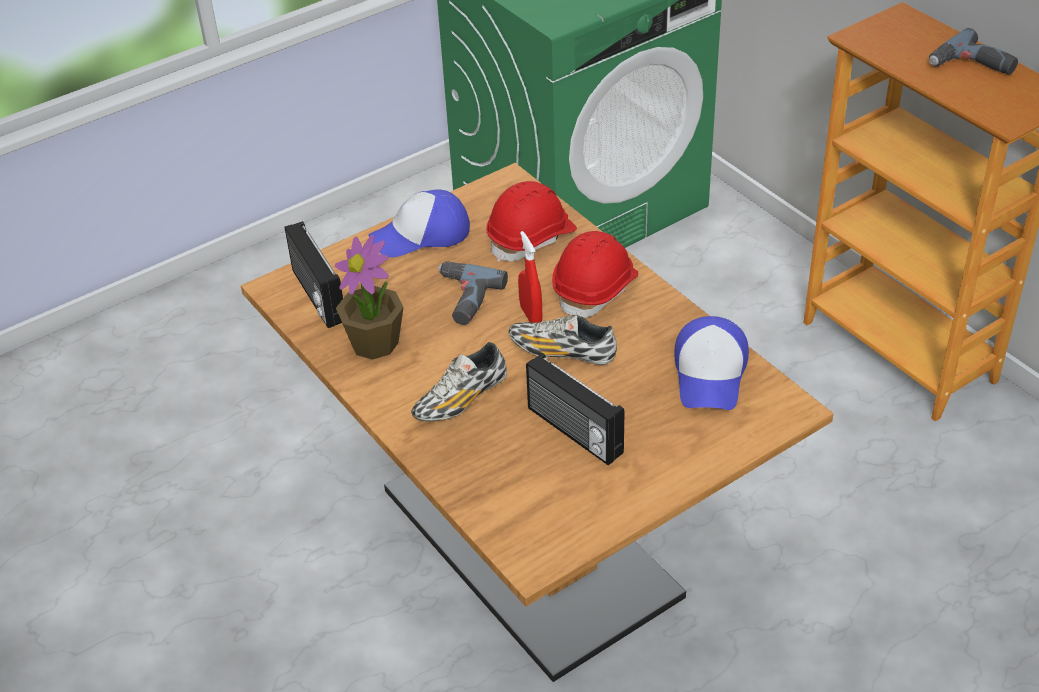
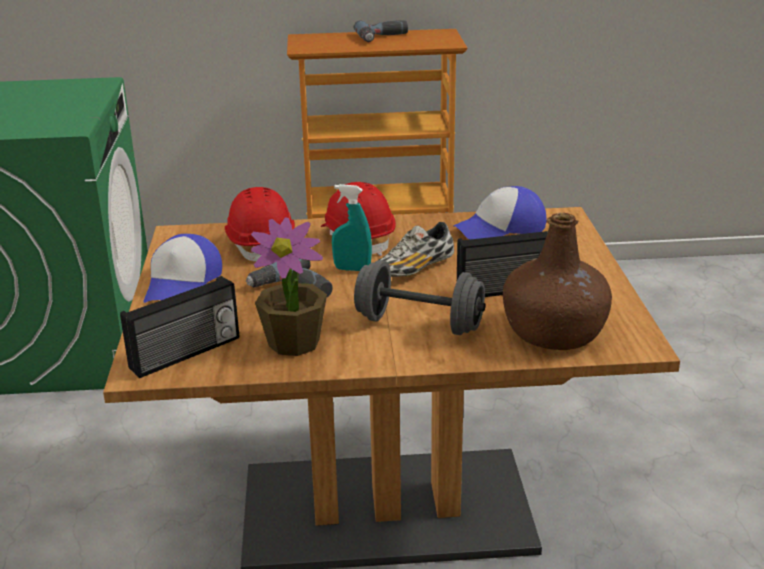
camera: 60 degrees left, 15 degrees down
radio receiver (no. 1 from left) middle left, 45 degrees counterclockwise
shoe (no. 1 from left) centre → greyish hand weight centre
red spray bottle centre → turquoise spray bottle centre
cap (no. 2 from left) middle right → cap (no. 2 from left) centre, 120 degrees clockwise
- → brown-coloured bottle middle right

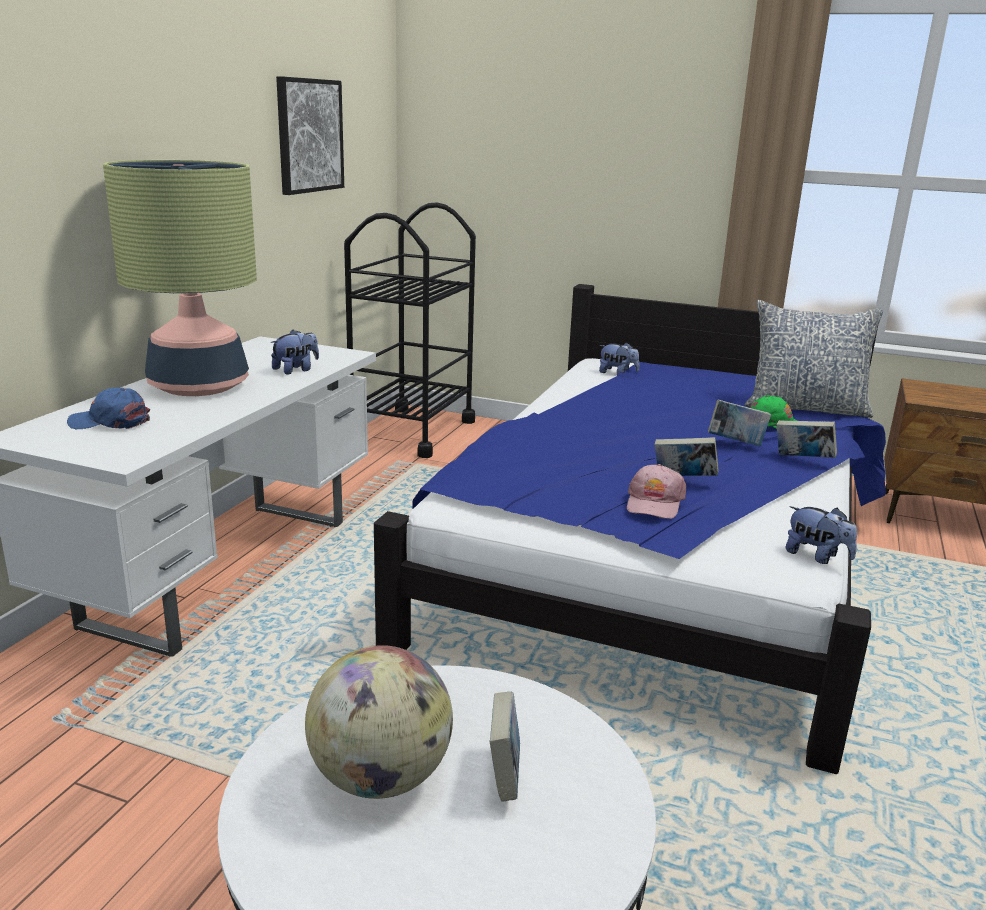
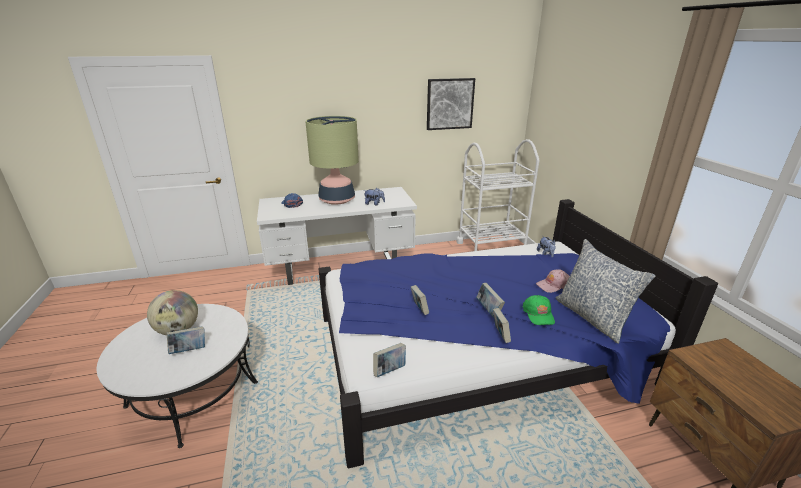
camera: 55 degrees right, 5 degrees up
black-coloured cart centre → white cart centre
pinkish cap centre → pinkish cap middle right, relocated
plush toy (no. 3 from left) middle right → book (no. 2 from left) bottom centre

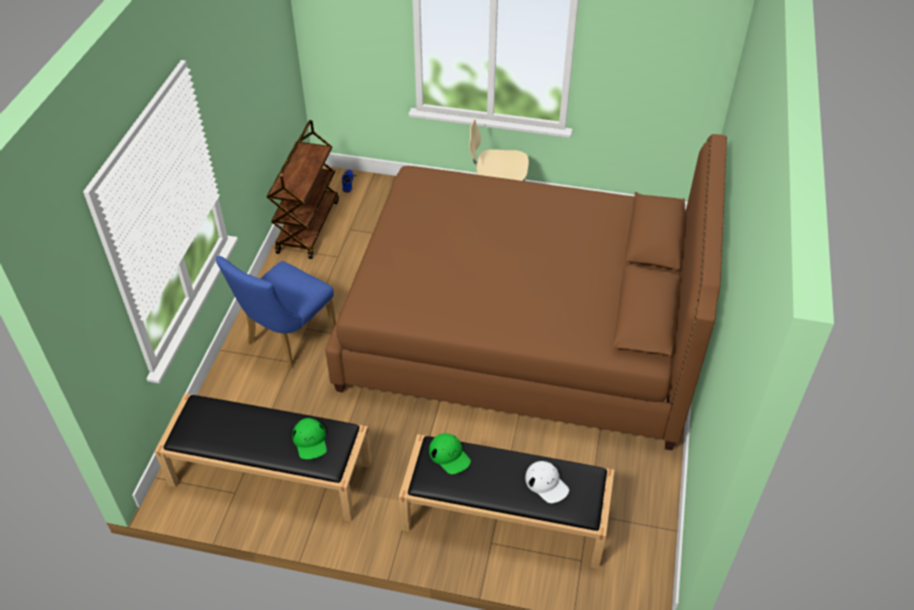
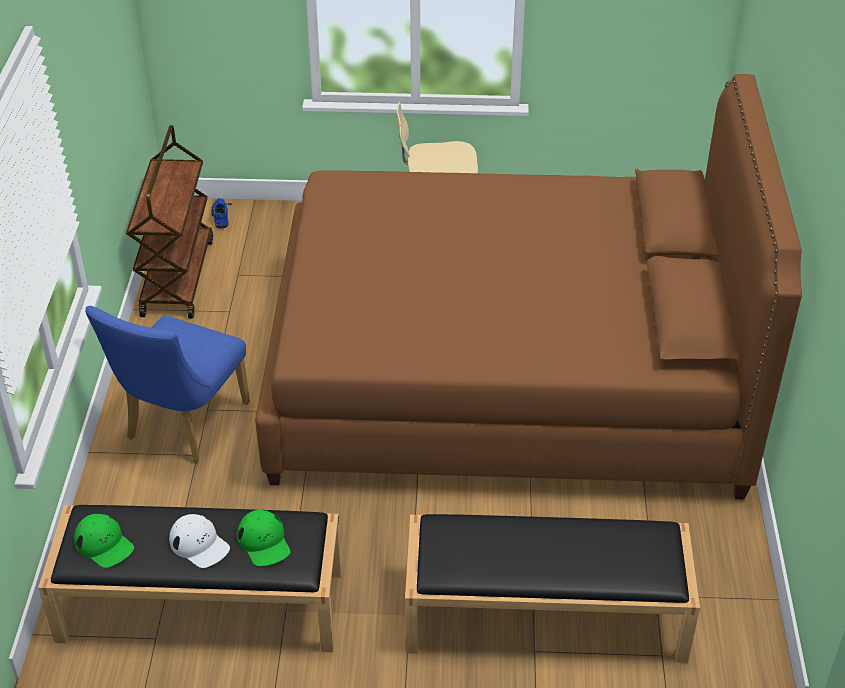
camera: 10 degrees left, 5 degrees down
greenish cap (no. 2 from left in the first image) bottom centre → greenish cap (no. 1 from left) bottom left, relocated
white cap bottom centre → white cap bottom left, relocated

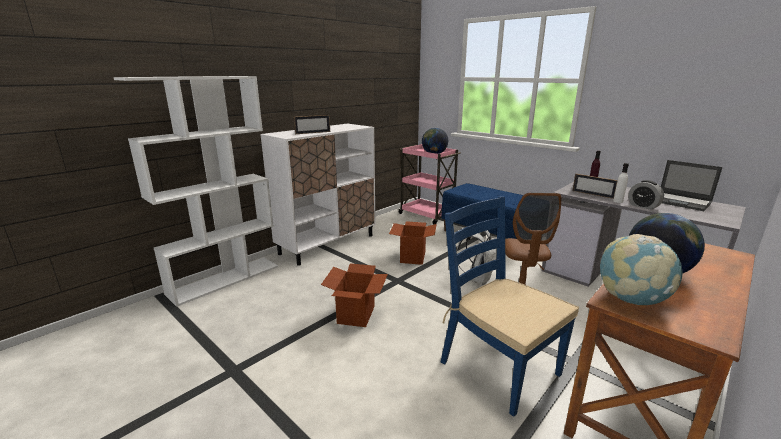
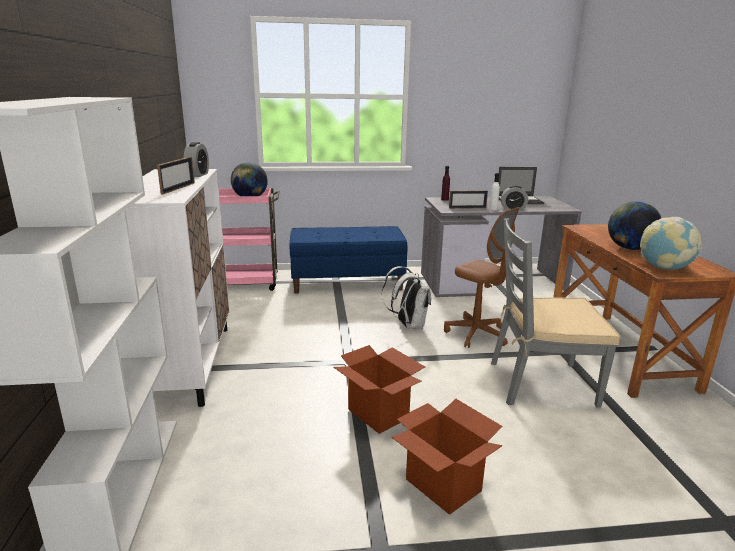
camera: 50 degrees left, 0 degrees up
cardboard box (no. 2 from left) centre → cardboard box (no. 2 from left) bottom centre, relocated
blue upright chair bottom centre → greyish upright chair middle right
- → alarm clock (no. 1 from left) top left

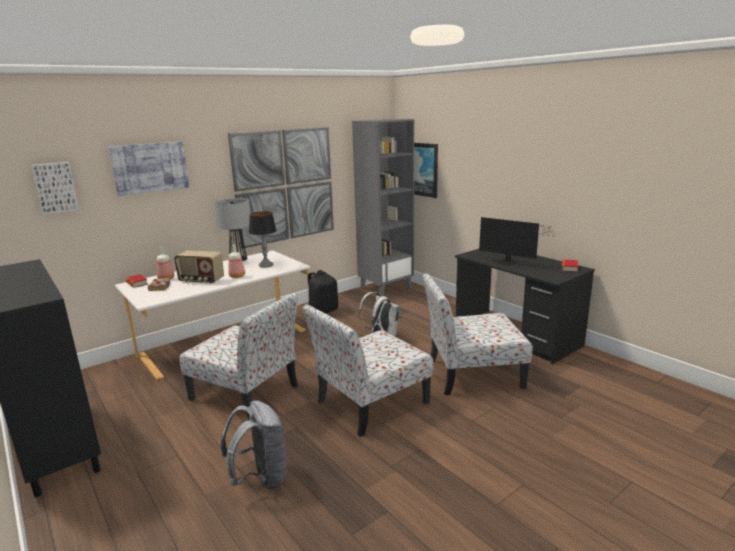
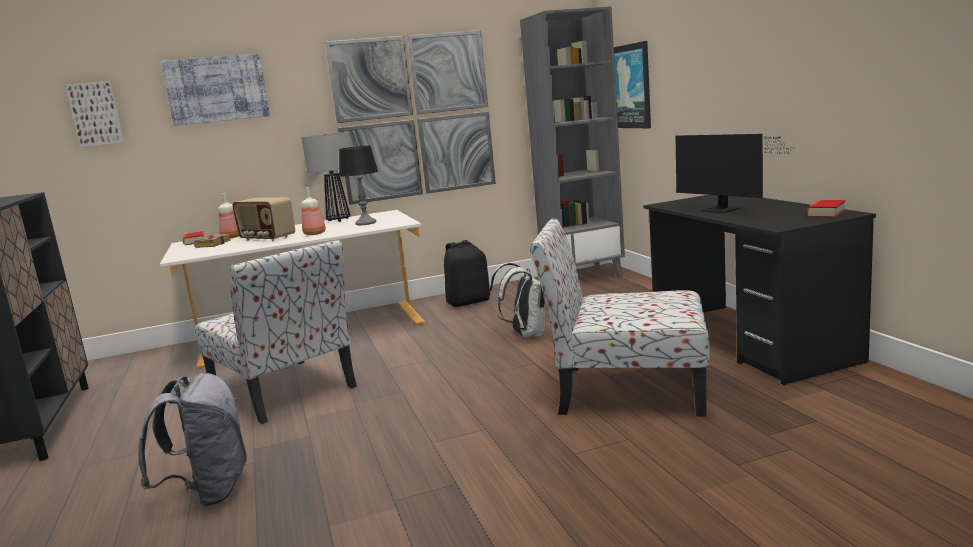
camera: 20 degrees right, 5 degrees down
upright chair (no. 2 from left) bottom centre → -

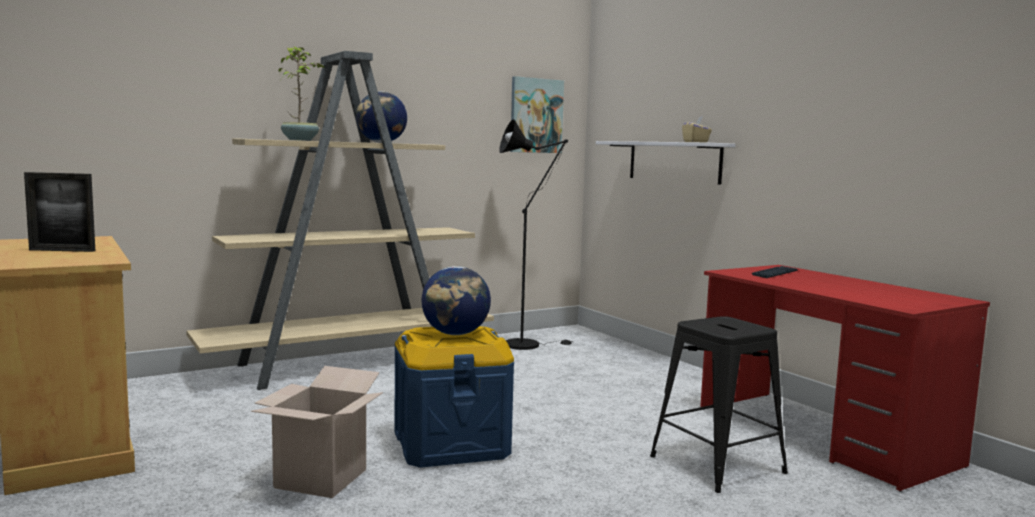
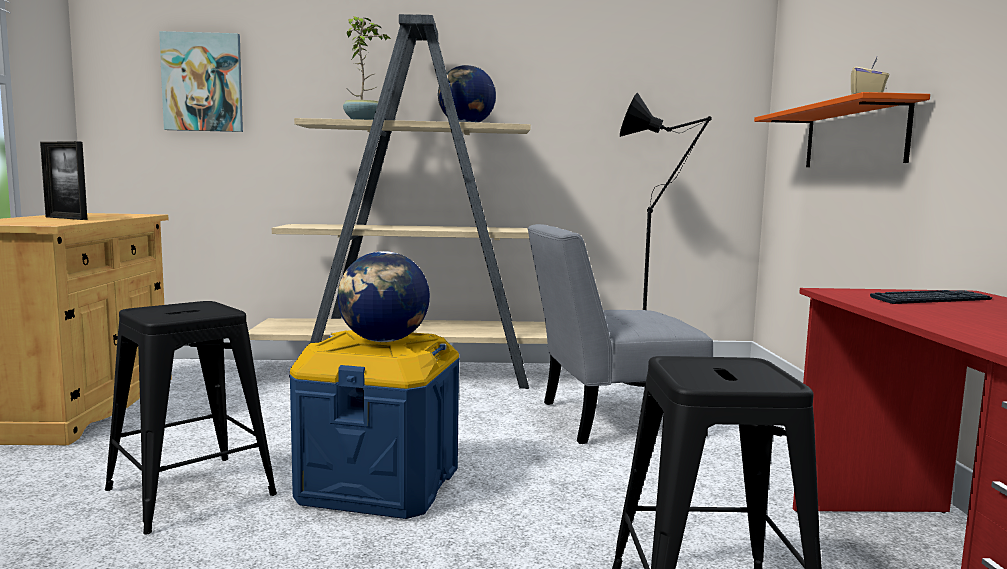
camera: 30 degrees right, 0 degrees up
cardboard box bottom left → black-coloured stool seat (no. 1 from left) bottom left
wall picture top centre → wall picture top left, relocated
white wall shelf top centre → orangey wall shelf top right
- → greyish upright chair centre

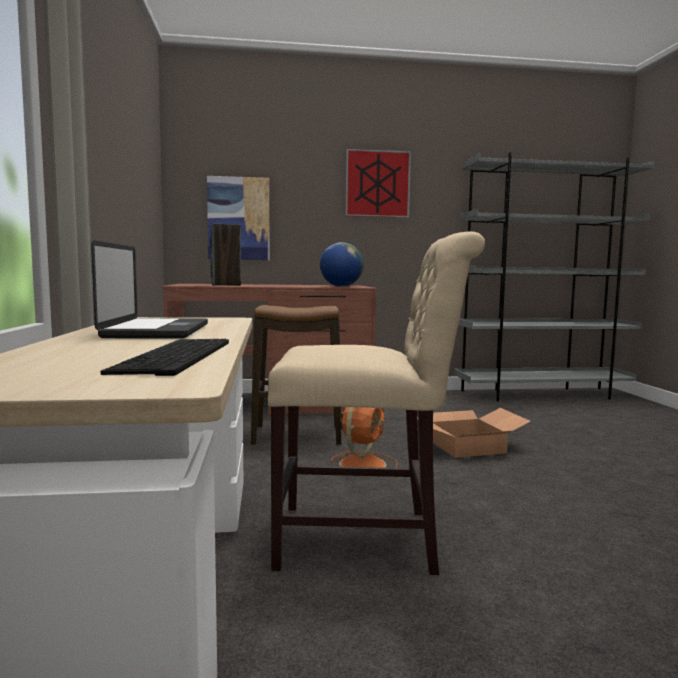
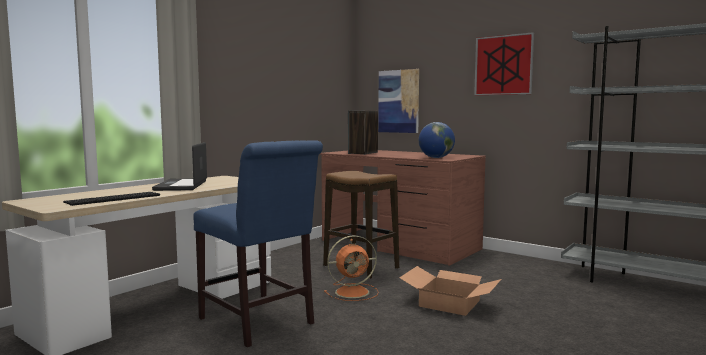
camera: 45 degrees right, 0 degrees up
portable computer middle left, 135 degrees clockwise
beige upright chair centre → blue upright chair bottom centre

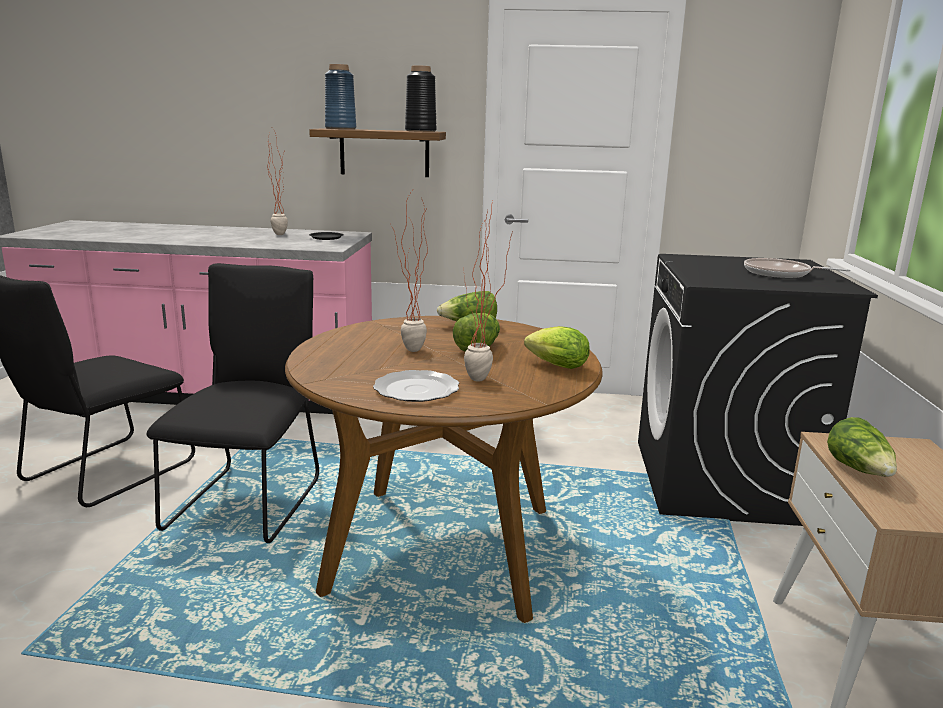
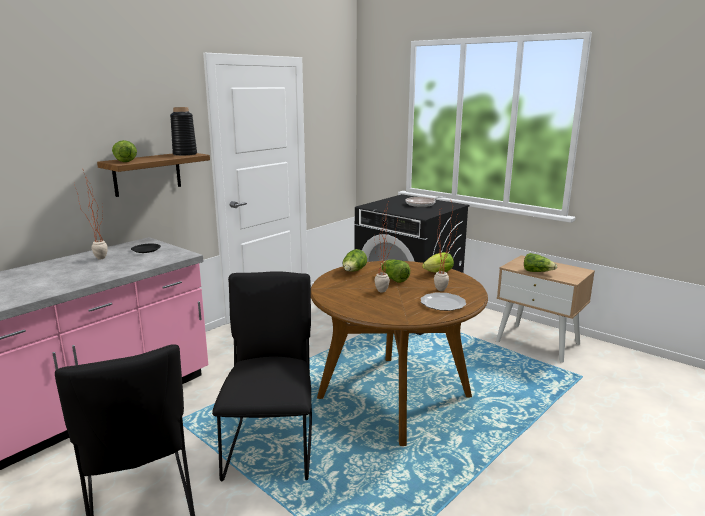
camera: 55 degrees left, 0 degrees up
black-coloured upright chair (no. 2 from left) middle left → black-coloured upright chair (no. 2 from left) bottom centre, 45 degrees clockwise
blue decorative vase top centre → head of lettuce (no. 1 from left) top left

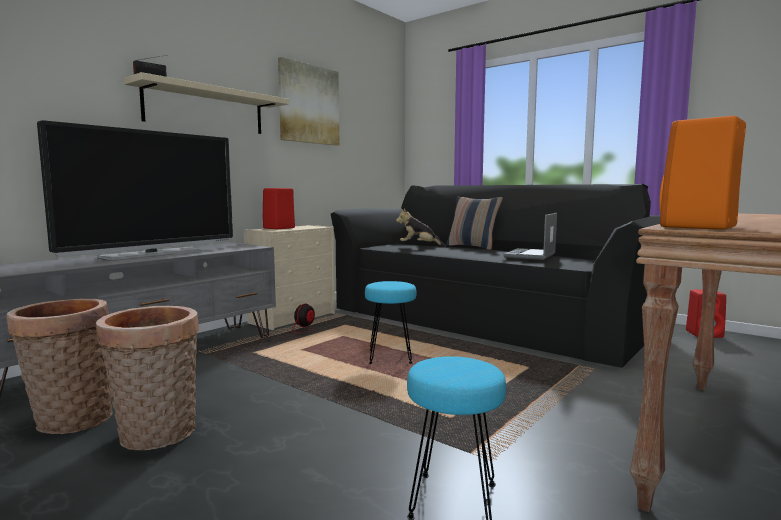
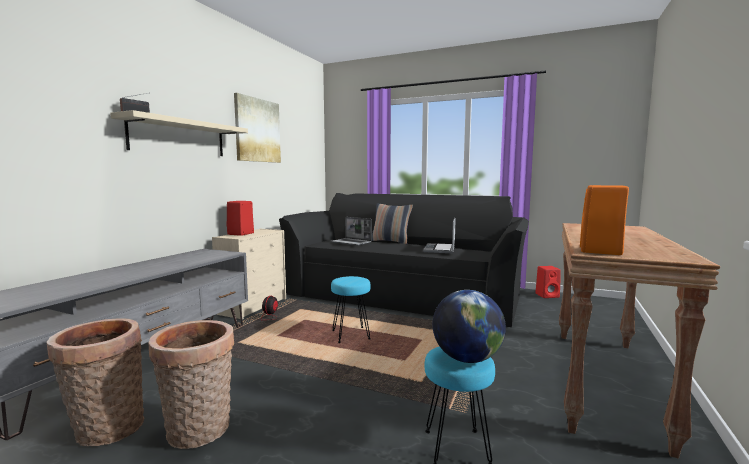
camera: 15 degrees left, 0 degrees up
TV set middle left → -
plush toy centre → portable computer (no. 1 from left) centre
- → world globe bottom centre

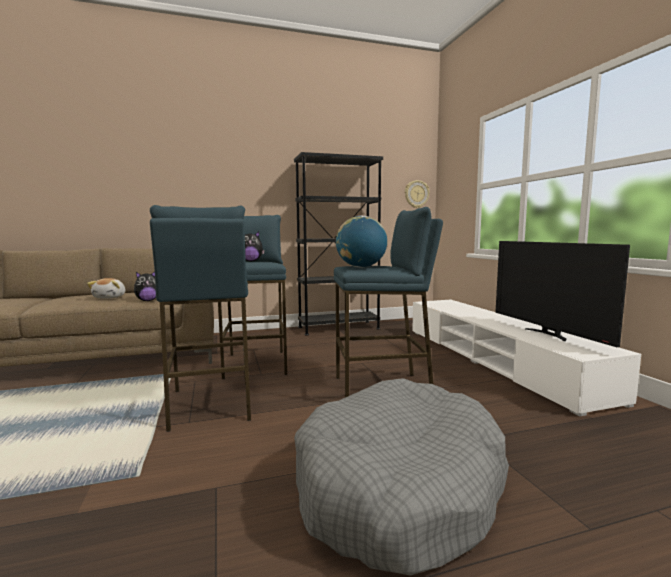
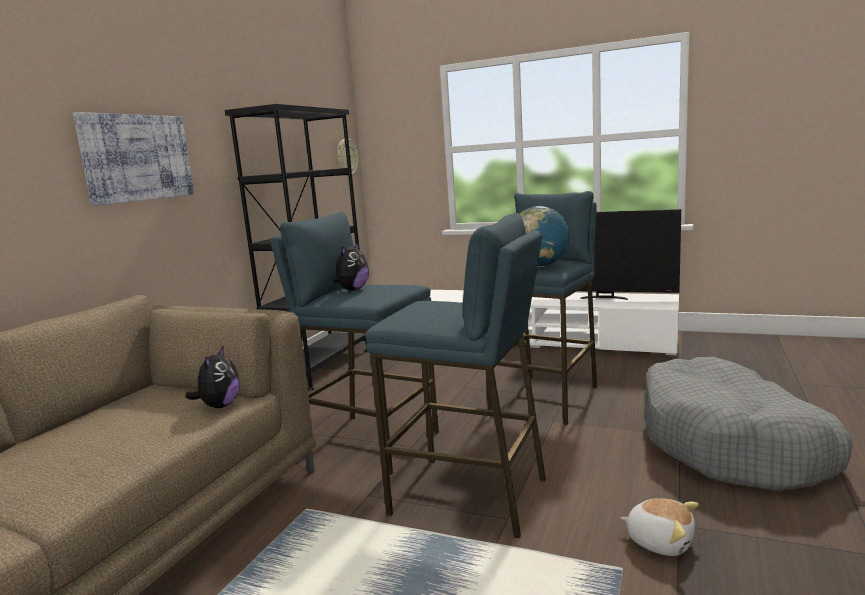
camera: 50 degrees left, 5 degrees up
plush toy (no. 1 from left in the first image) middle left → plush toy (no. 3 from left) bottom right, relocated
- → wall picture top left

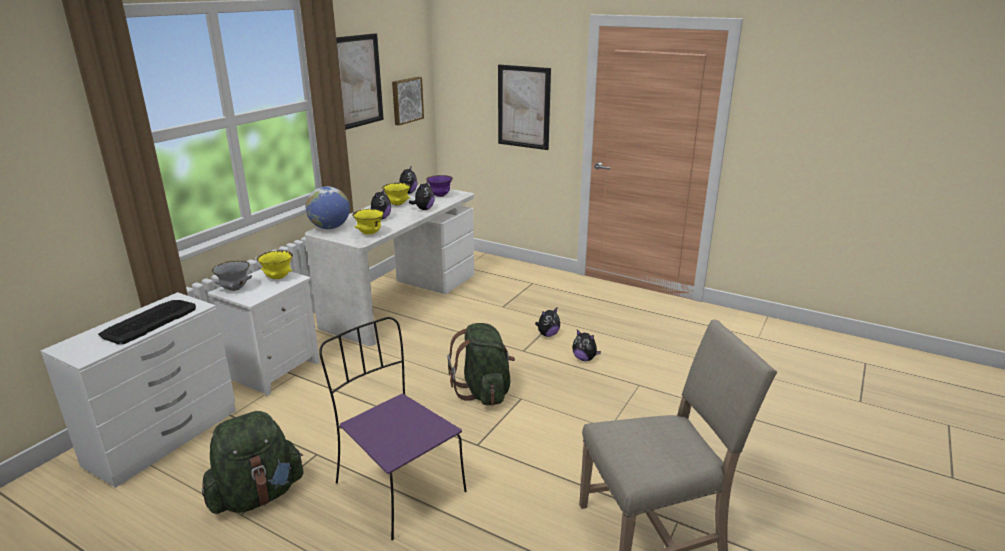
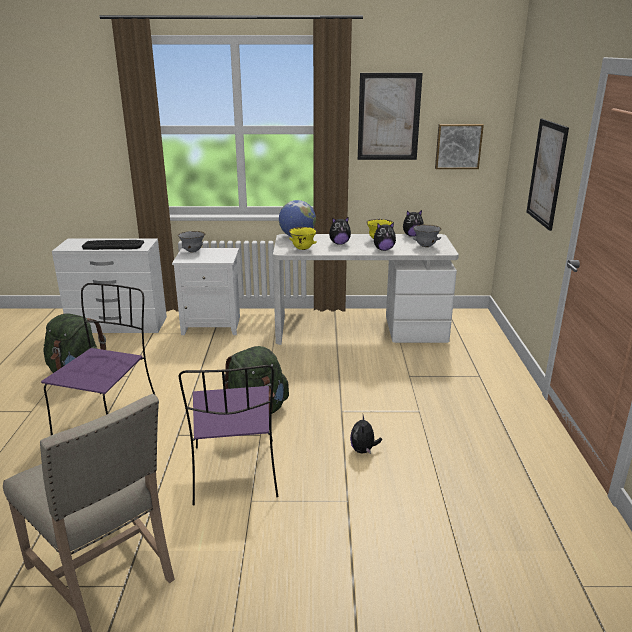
camera: 60 degrees right, 0 degrees up
yellow serving bowl (no. 1 from left) middle left → -
purple serving bowl centre → greyish serving bowl (no. 2 from left) middle right
plush toy (no. 4 from left) centre → -
- → purple upright chair (no. 2 from left) bottom centre

